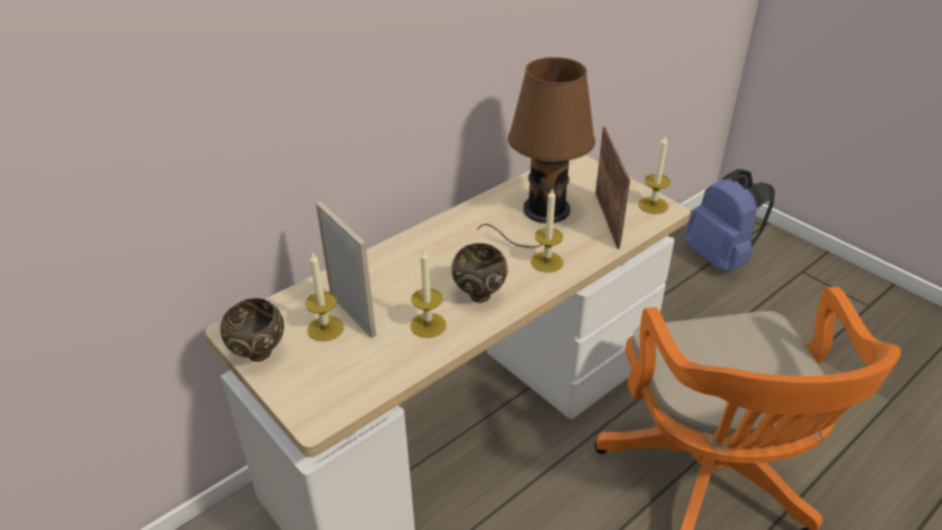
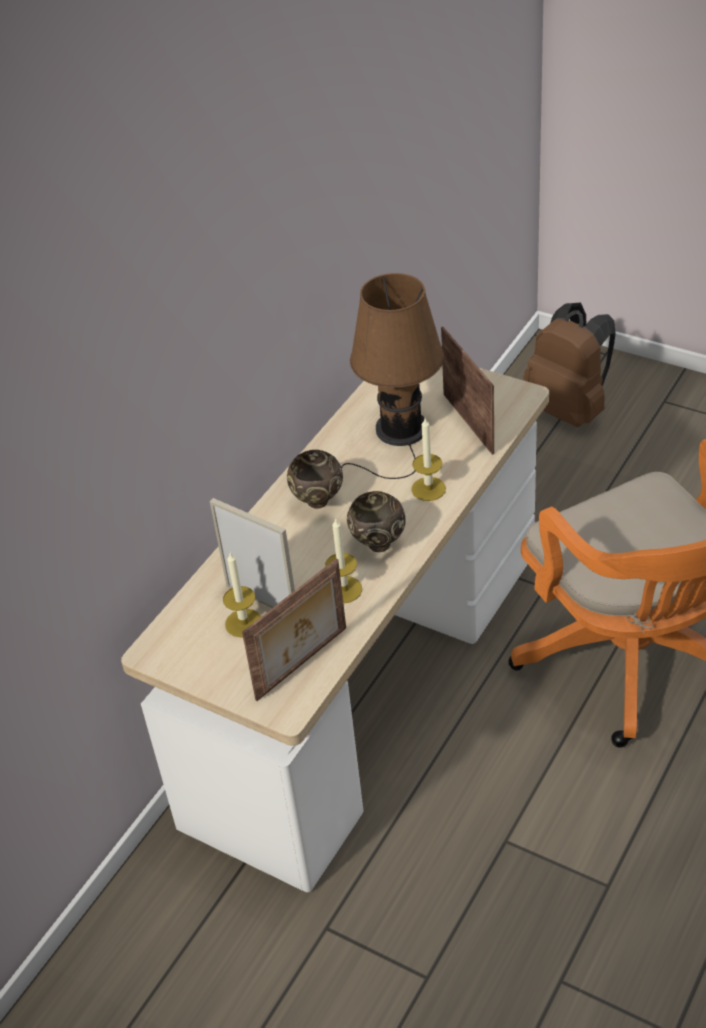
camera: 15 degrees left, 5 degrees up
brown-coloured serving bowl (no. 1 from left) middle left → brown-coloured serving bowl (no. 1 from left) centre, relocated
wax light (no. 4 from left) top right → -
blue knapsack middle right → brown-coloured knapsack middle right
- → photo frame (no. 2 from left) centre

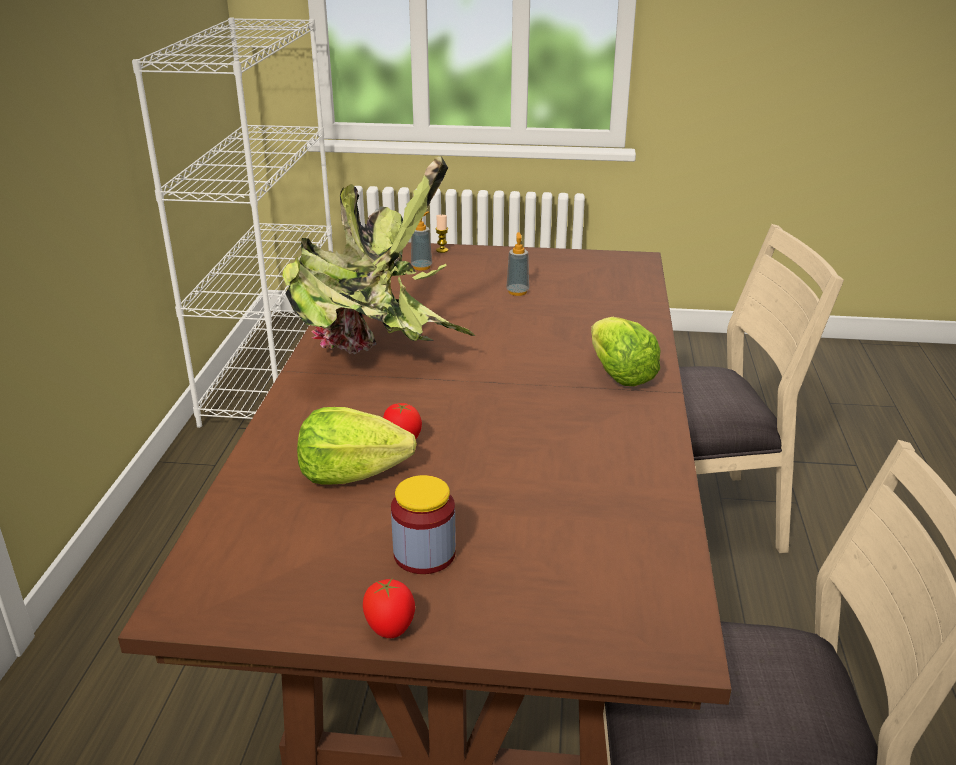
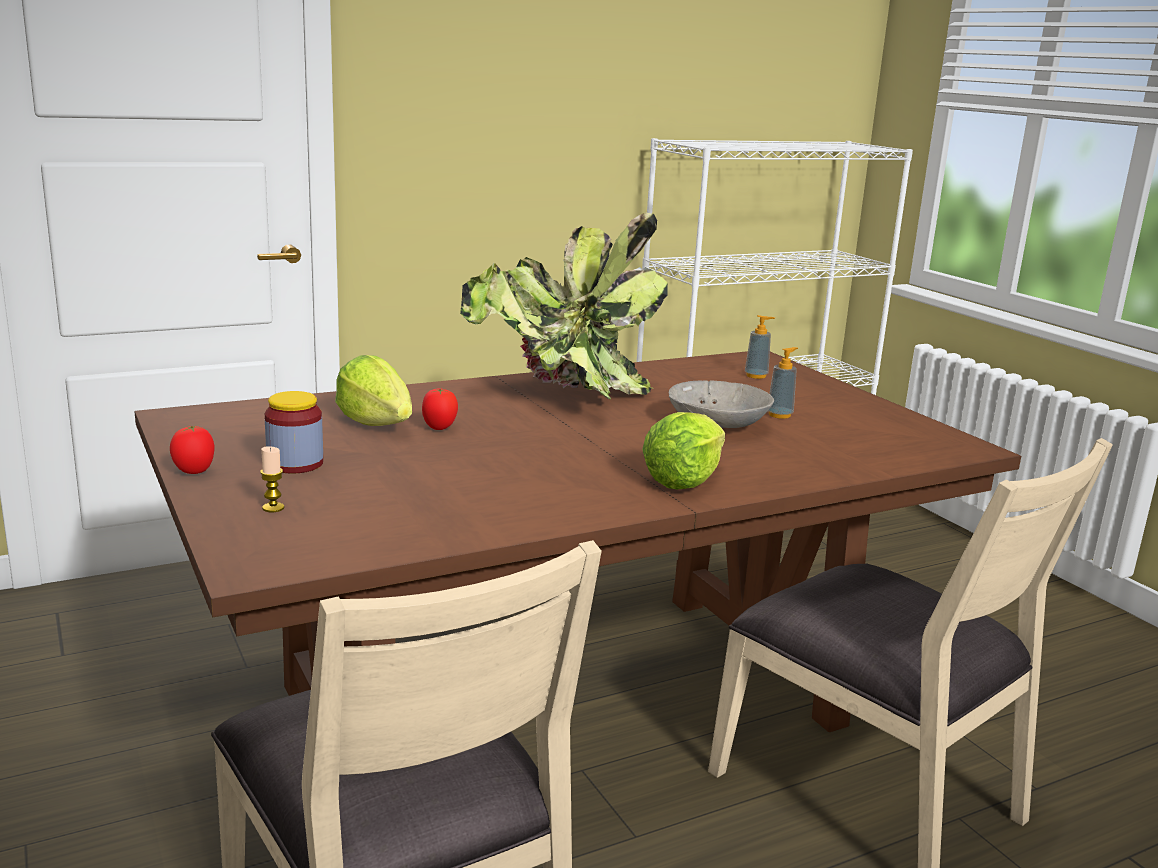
camera: 55 degrees right, 10 degrees down
wax light top centre → wax light middle left, relocated
- → greyish serving bowl centre

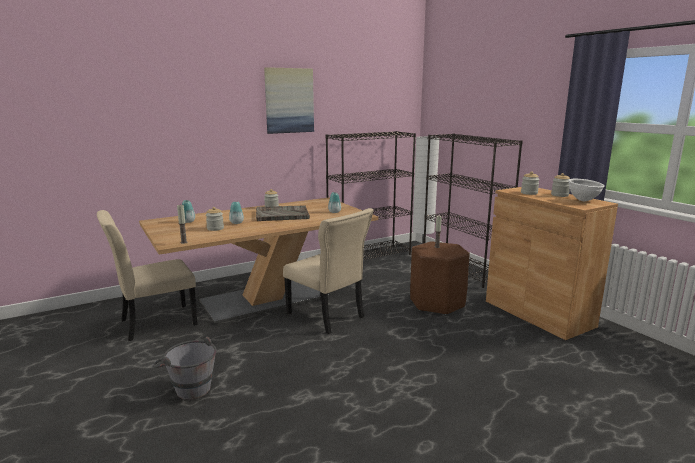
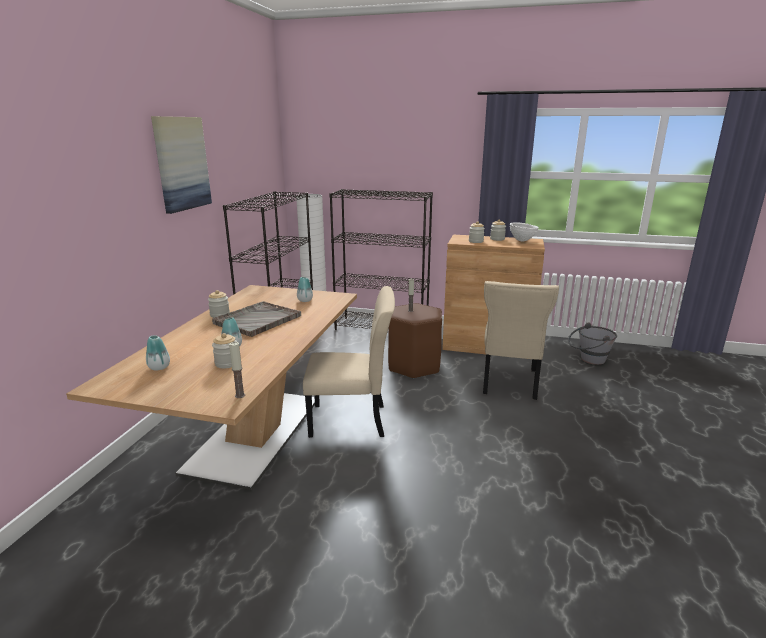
camera: 45 degrees left, 5 degrees up
beige upright chair (no. 1 from left in the first image) middle left → beige upright chair (no. 2 from left) middle right, relocated
greyish water bucket bottom left → greyish water bucket middle right, relocated

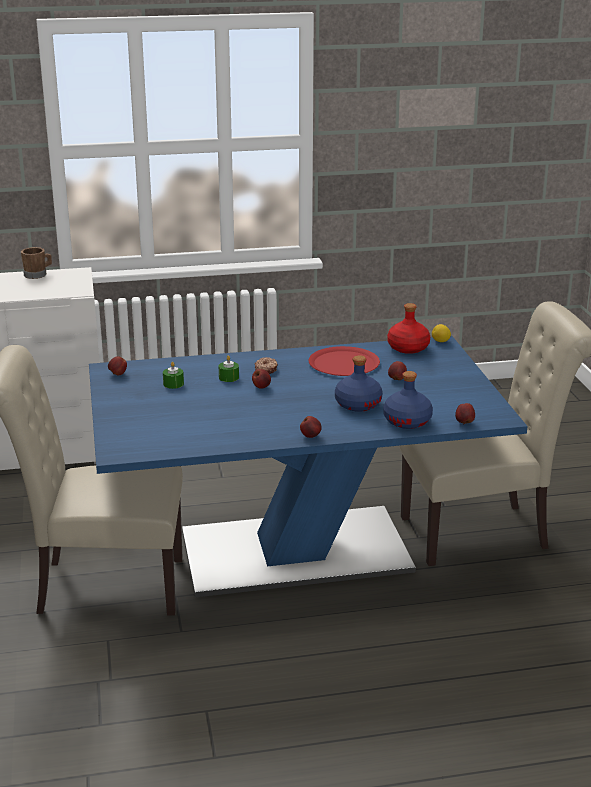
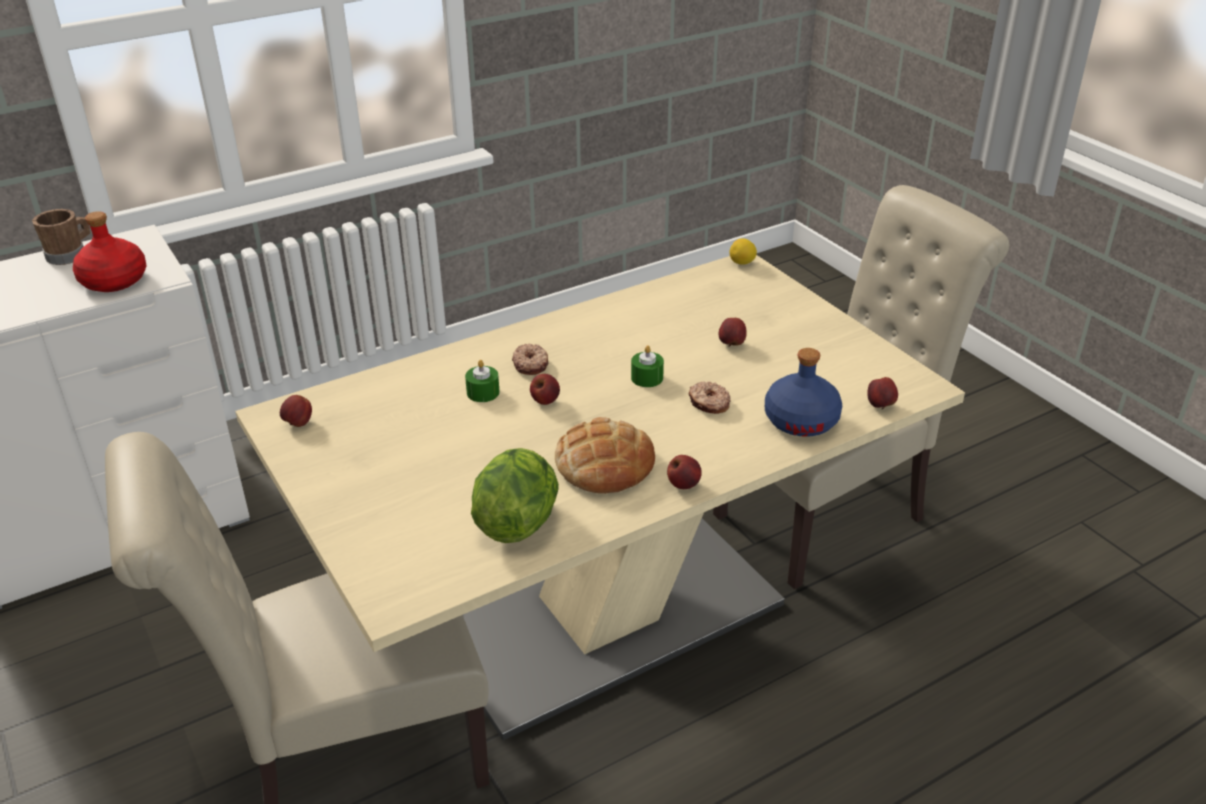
camera: 20 degrees left, 10 degrees up
blue kitchen table centre → beige kitchen table centre
greenish wax light (no. 1 from left in the first image) middle left → greenish wax light (no. 2 from left) centre, relocated
red flat dish centre → -
blue bottle (no. 1 from left) centre → ring doughnut (no. 2 from left) centre
red bottle middle right → red bottle top left, relocated
- → head of lettuce centre
- → baked bread centre

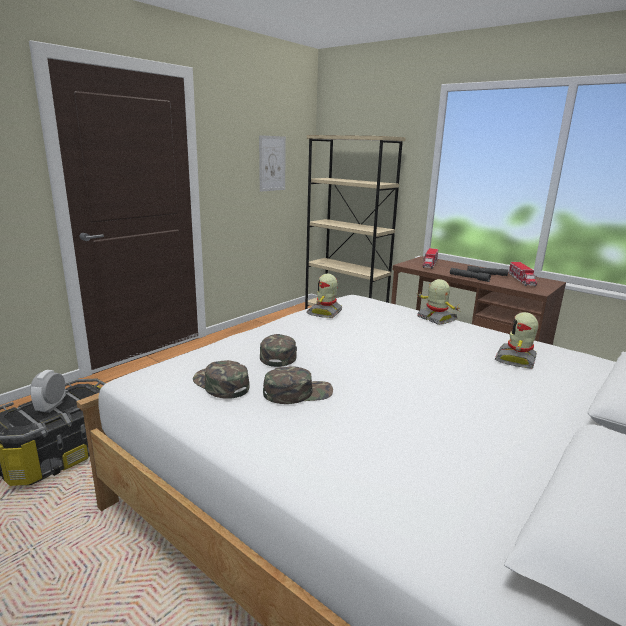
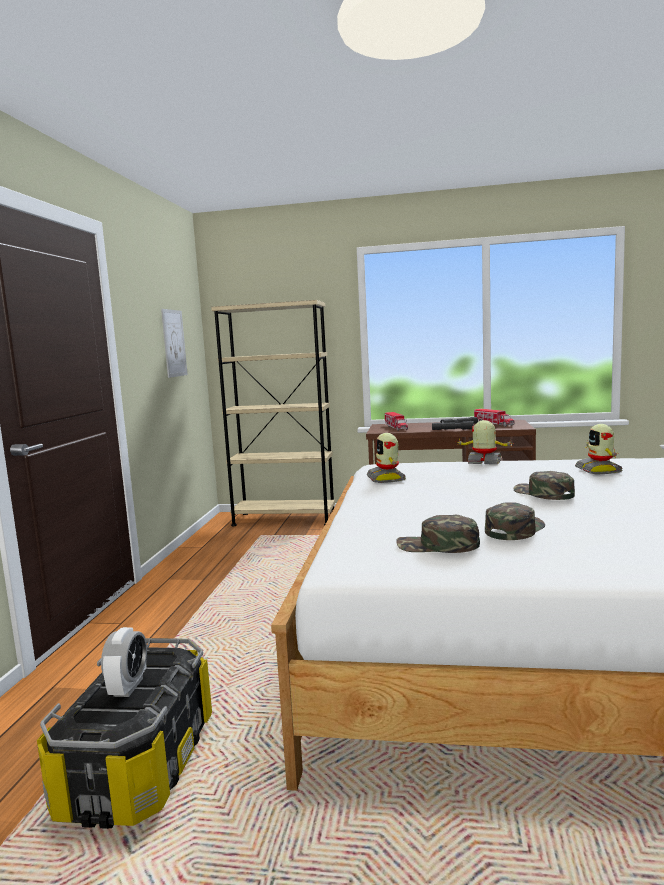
camera: 30 degrees left, 10 degrees down
alarm clock middle left → alarm clock bottom left, 150 degrees counterclockwise
greenish cap (no. 2 from left in the first image) centre → greenish cap (no. 3 from left) middle right, relocated

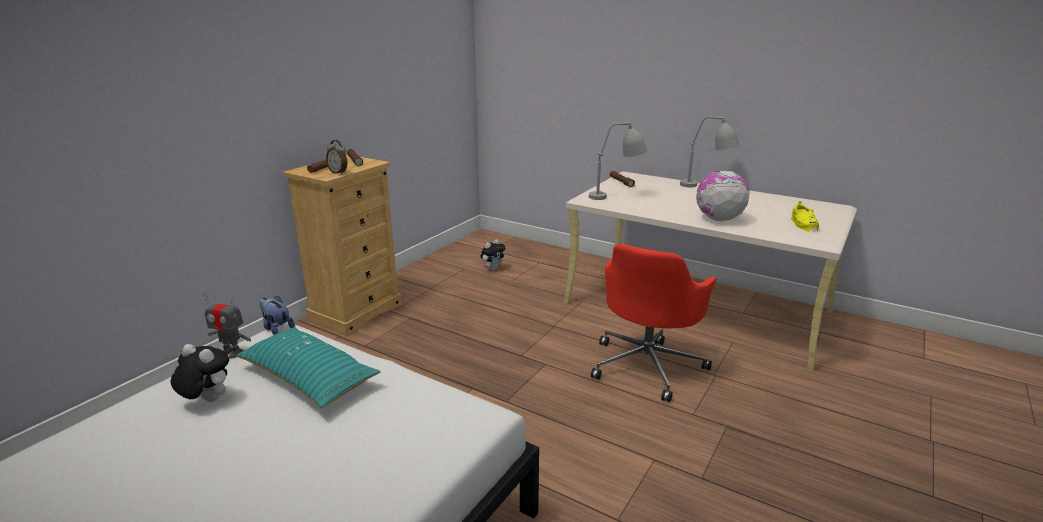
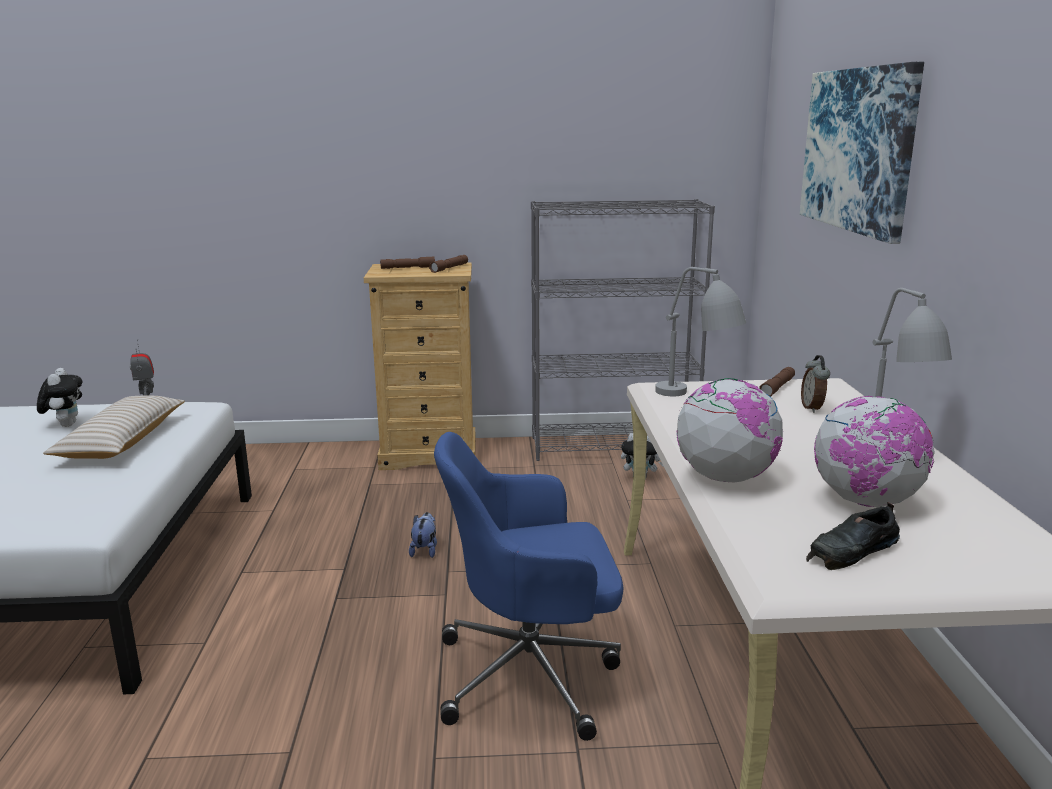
camera: 55 degrees right, 5 degrees down
turquoise throw pillow bottom left → beige throw pillow middle left
plush toy (no. 2 from left) middle left → plush toy (no. 2 from left) bottom centre, relocated
alarm clock top left → alarm clock middle right, relocated
red desk chair centre → blue desk chair bottom centre
yellow shoe middle right → black-coloured shoe bottom right
- → greyish bookshelf centre
- → wall picture top right
- → world globe (no. 2 from left) middle right

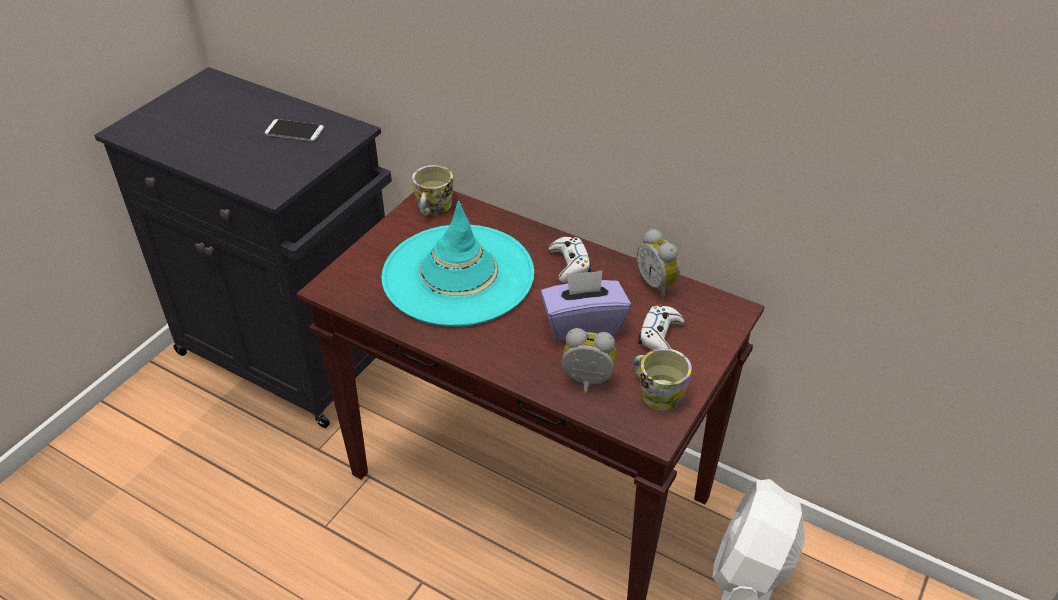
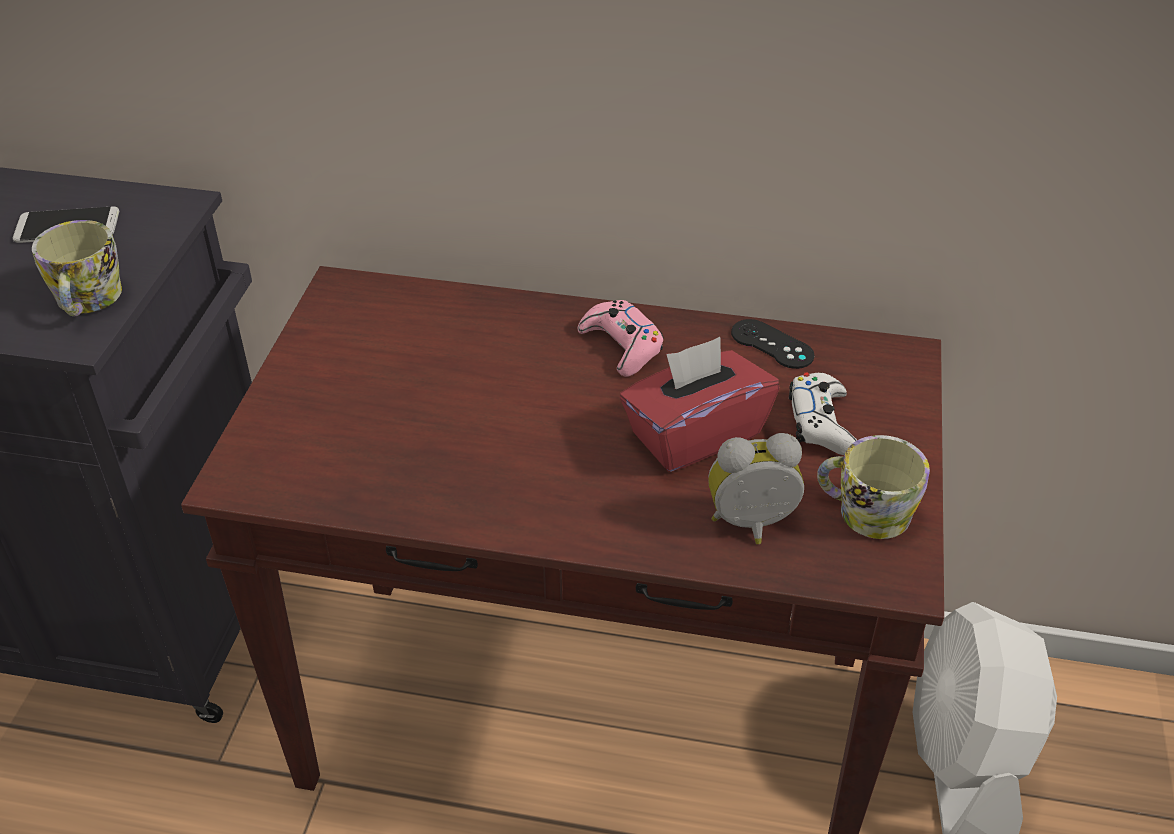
camera: 20 degrees left, 0 degrees up
turquoise wearable hat centre → -
mug (no. 1 from left) top centre → mug (no. 1 from left) top left, relocated
purple tissue box centre → red tissue box centre
white game controller (no. 1 from left) centre → pinkish game controller centre
alarm clock (no. 2 from left) centre → black-coloured game controller centre

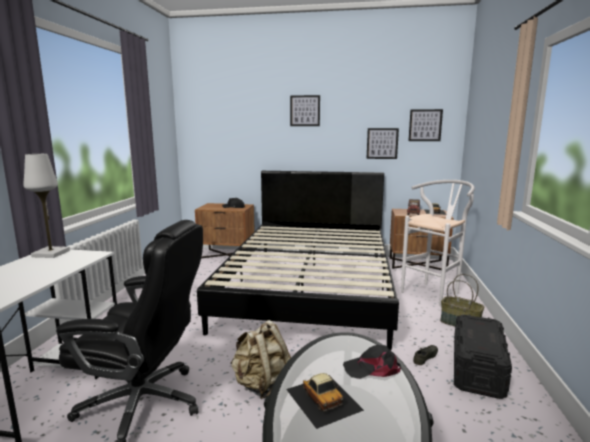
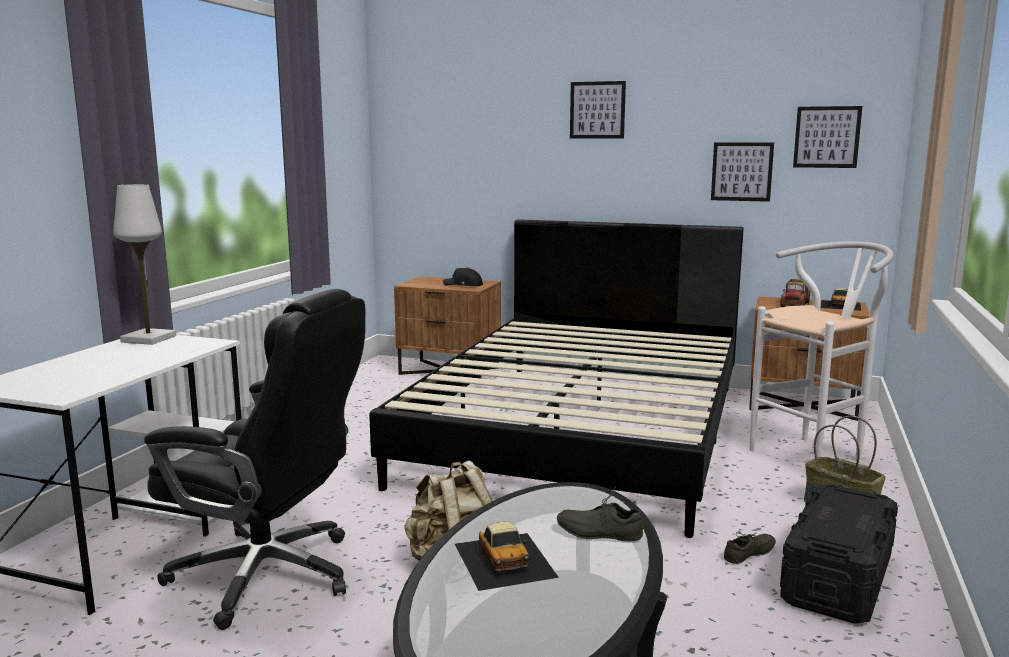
camera: 10 degrees right, 0 degrees up
black-coloured cap (no. 2 from left) bottom centre → greyish shoe (no. 1 from left) bottom centre

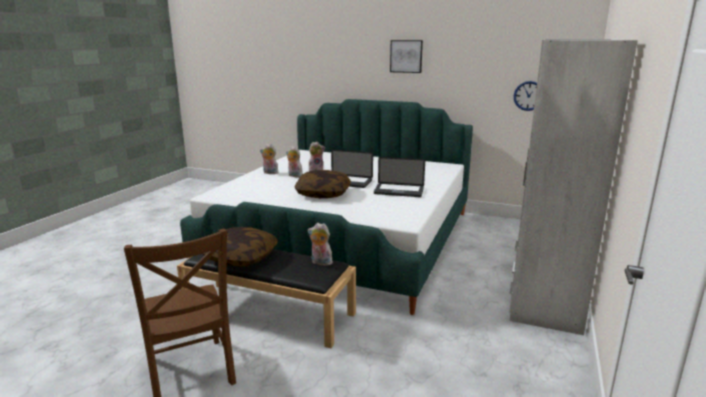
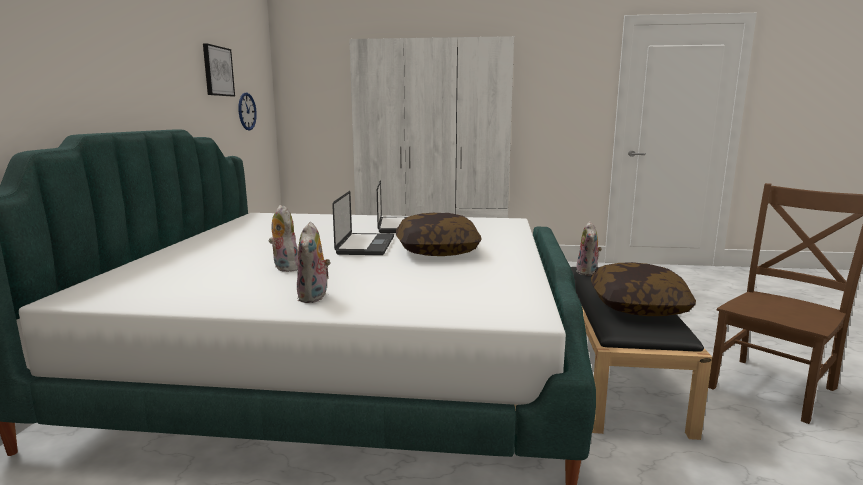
camera: 105 degrees left, 5 degrees down
plush toy (no. 2 from left) centre → -
wall picture top centre → wall picture top left, relocated

